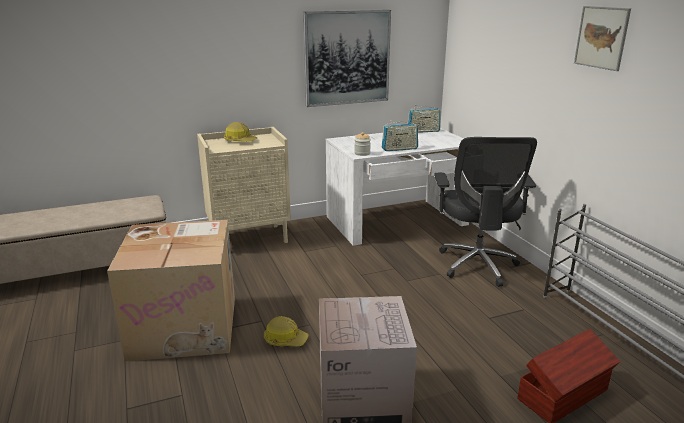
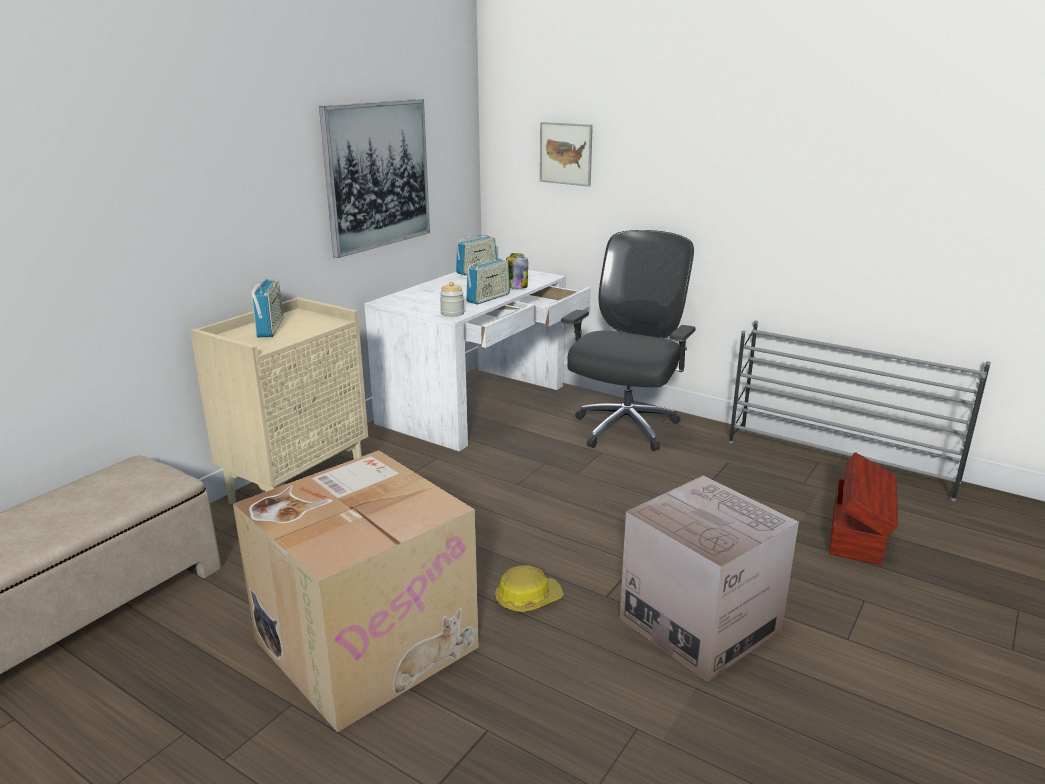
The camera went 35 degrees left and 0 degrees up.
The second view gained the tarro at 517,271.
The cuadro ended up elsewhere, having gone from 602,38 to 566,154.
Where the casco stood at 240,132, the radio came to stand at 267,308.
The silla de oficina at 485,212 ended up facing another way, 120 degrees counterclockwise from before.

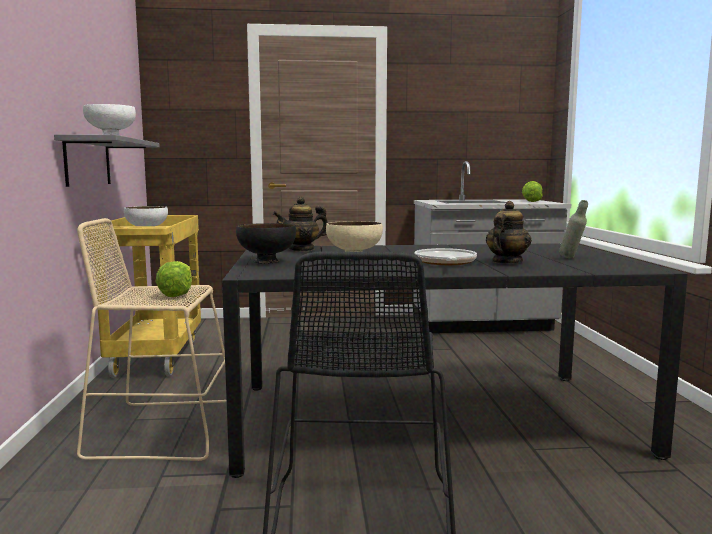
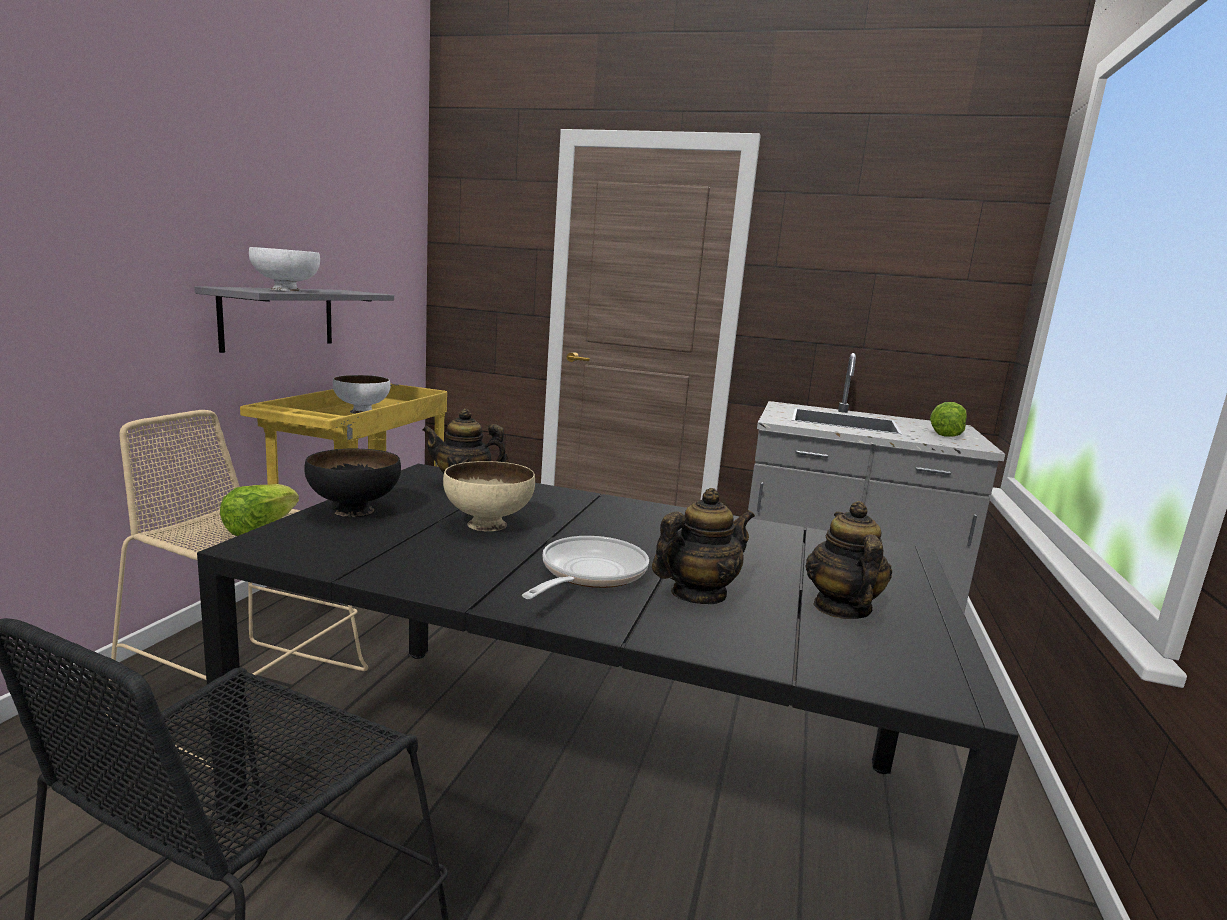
The camera went 20 degrees right and 5 degrees up.
Where the botella [gris] stood at 573,229, the tetera came to stand at 849,560.

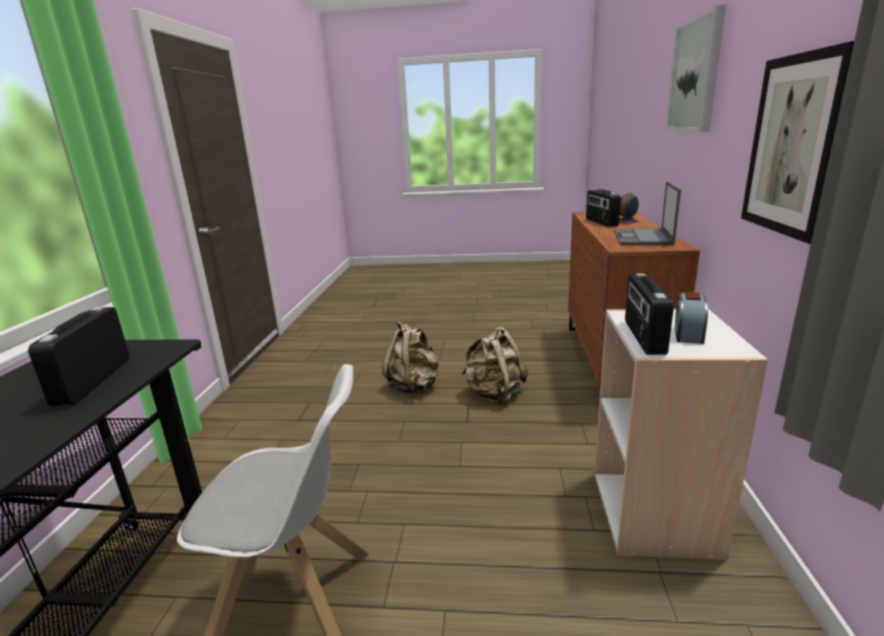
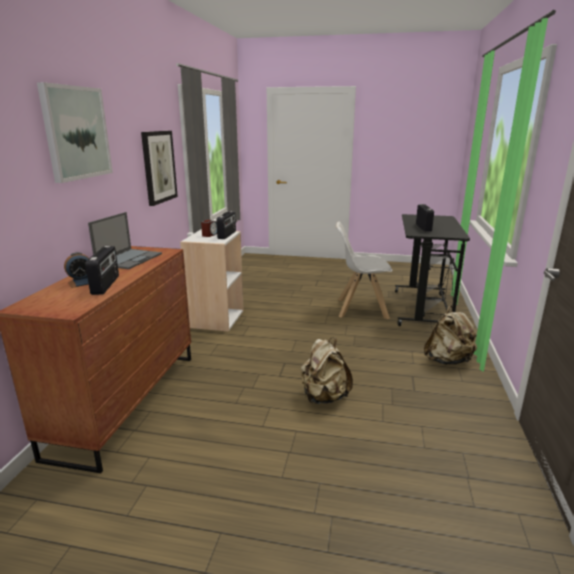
The camera went 175 degrees left and 0 degrees up.
The mochila [beis] ended up elsewhere, having gone from 495,365 to 450,335.

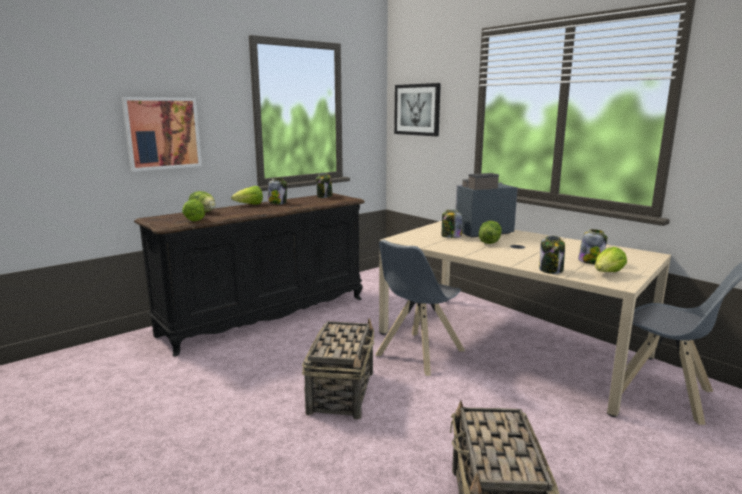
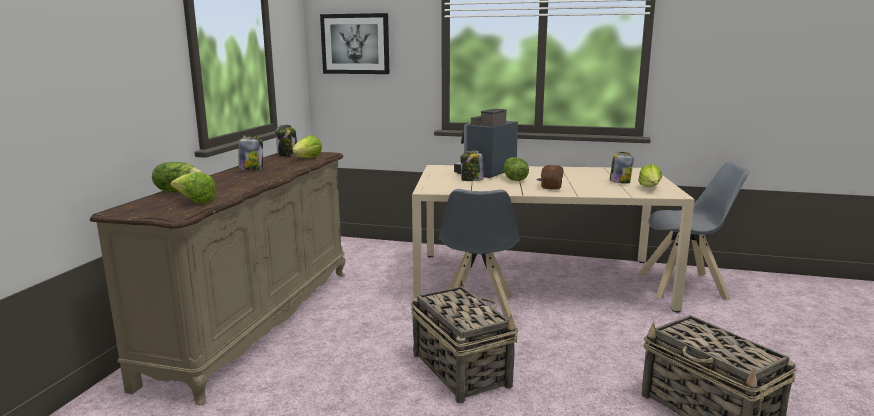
The camera went 35 degrees left and 0 degrees up.
The second view lost the cuadro at 162,134.
The second view lost the tarro at 552,255.
The second view gained the pan at 552,177.
The lechuga ended up elsewhere, having gone from 247,195 to 307,146.
What was the armario [negro] at 249,275 turned into the armario [beis] at 218,279.

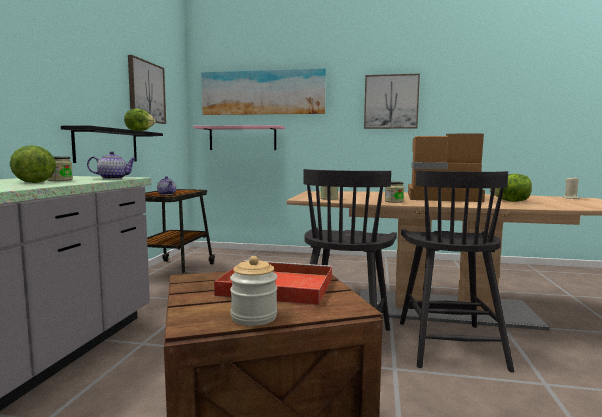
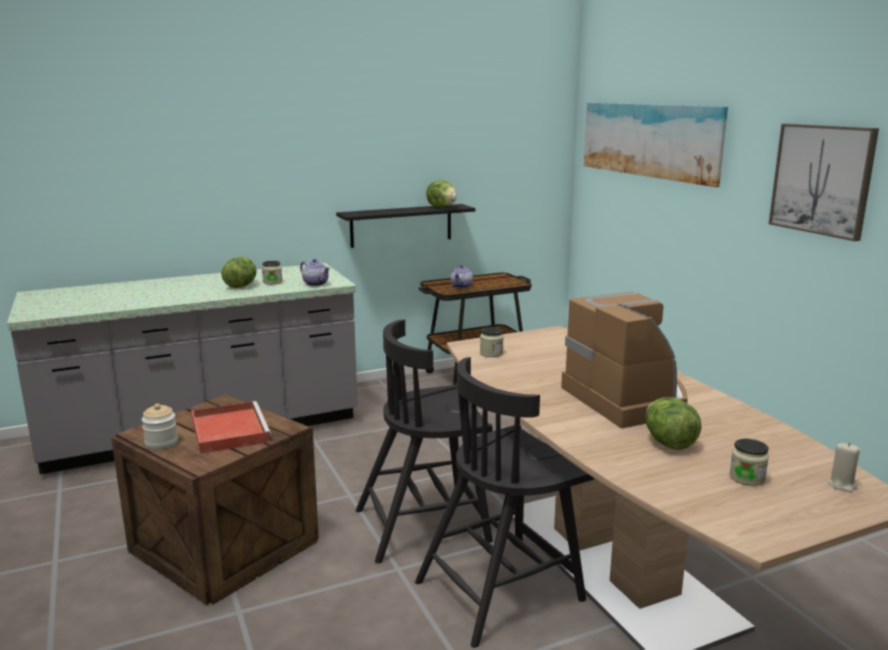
The camera went 55 degrees right and 10 degrees up.
The second view lost the cuadro at 147,89.
The second view lost the estante [rosa] at 239,137.
The tarro ended up elsewhere, having gone from 394,192 to 749,462.

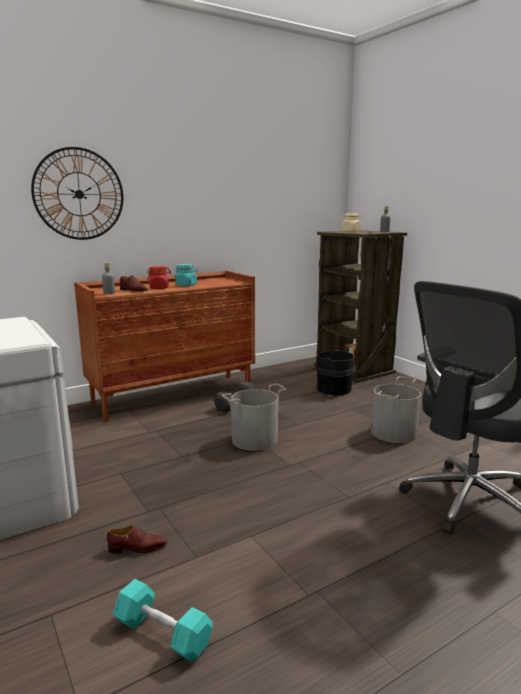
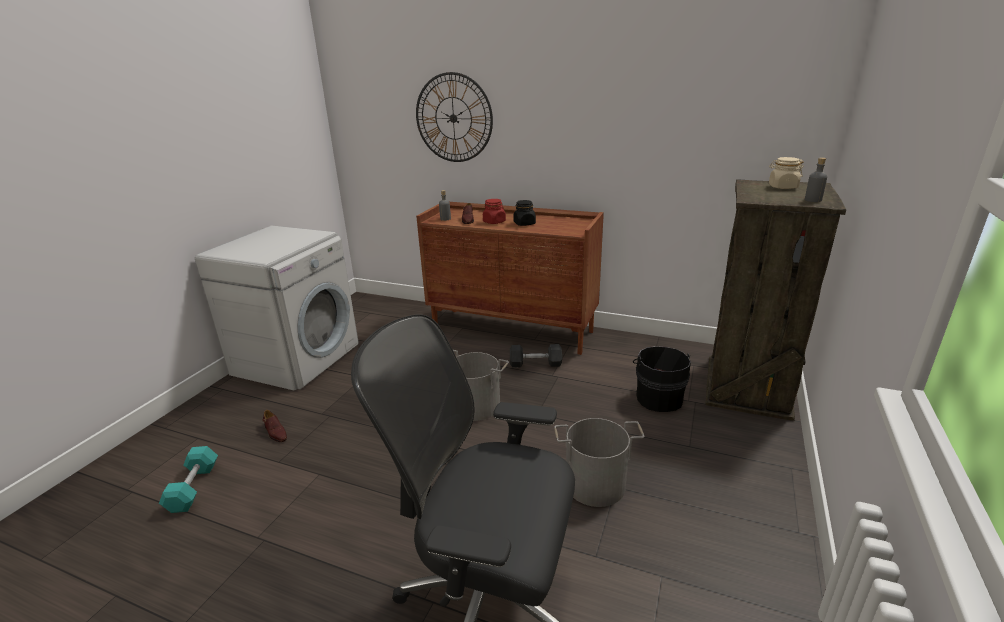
The camera went 55 degrees right and 10 degrees up.
What was the tarro [turquesa] at 186,275 turned into the tarro [negro] at 525,213.

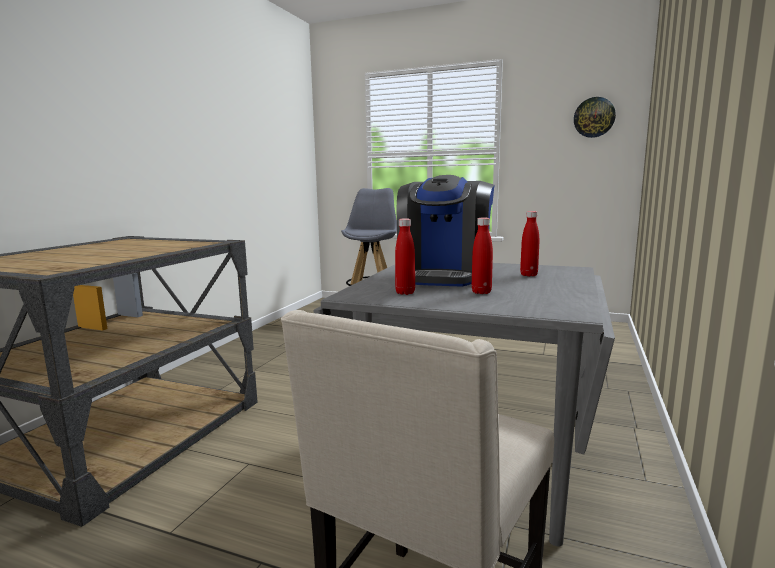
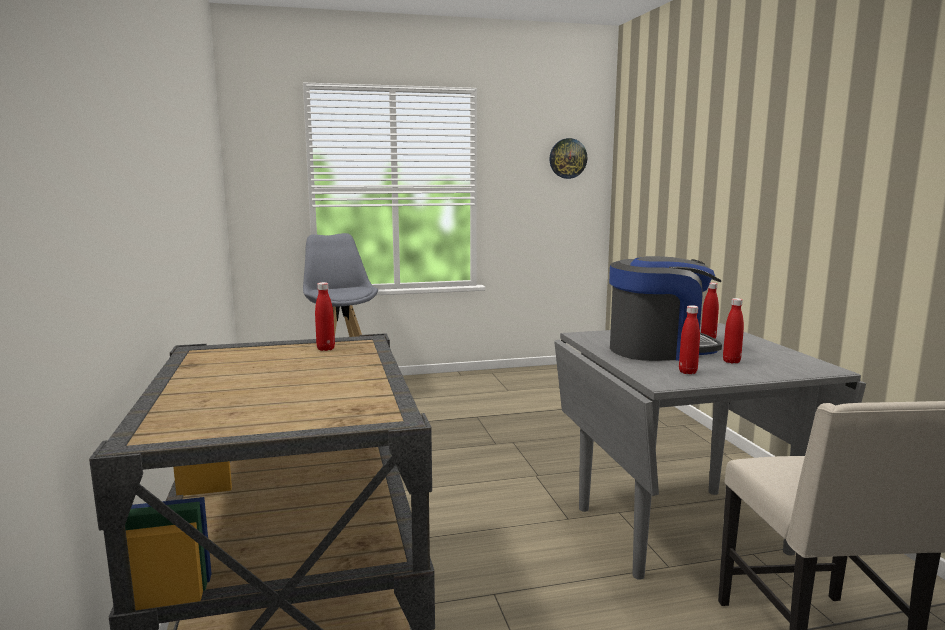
The camera went 35 degrees left and 0 degrees up.
The second view gained the botella [rojo] at 325,316.
The cafetera at 445,230 ended up facing another way, 75 degrees counterclockwise from before.

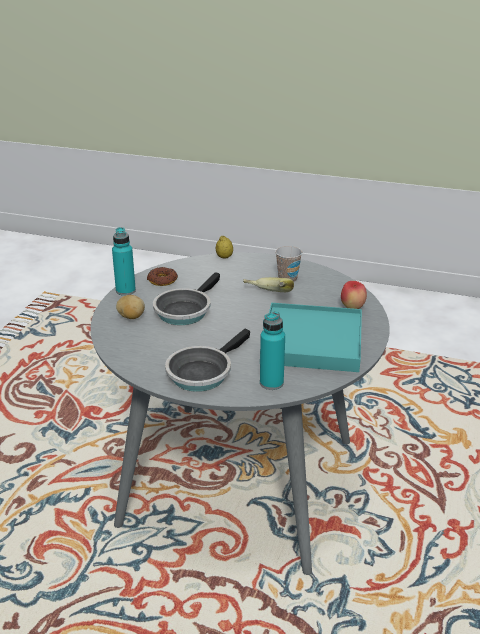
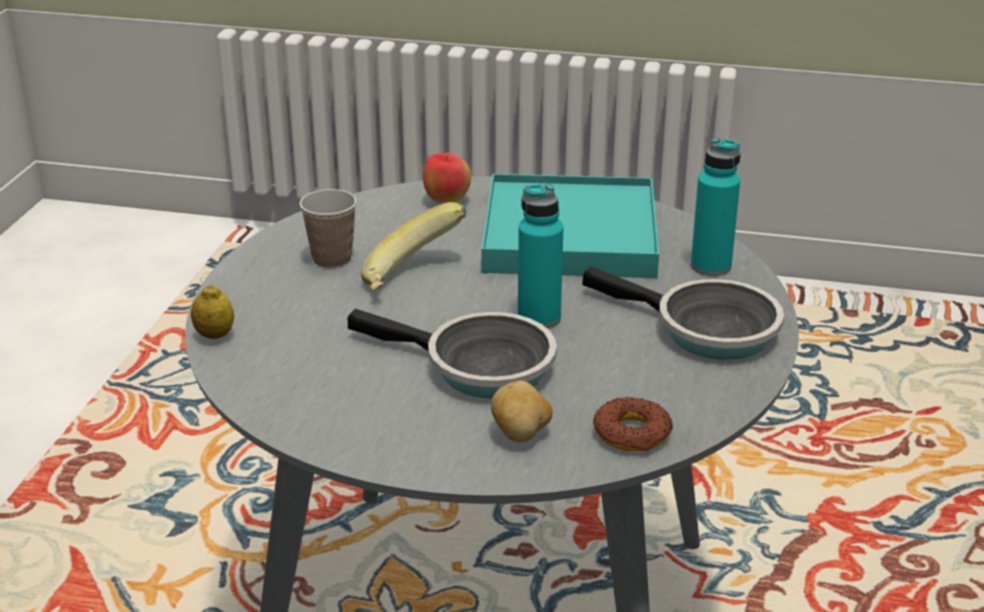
The camera went 95 degrees left and 0 degrees up.
The botella [turquesa] ended up elsewhere, having gone from 124,261 to 541,256.
The rosquilla ended up elsewhere, having gone from 162,276 to 633,424.

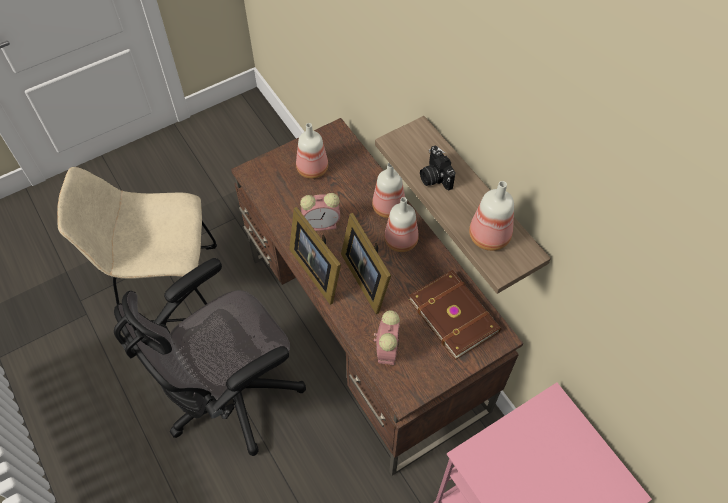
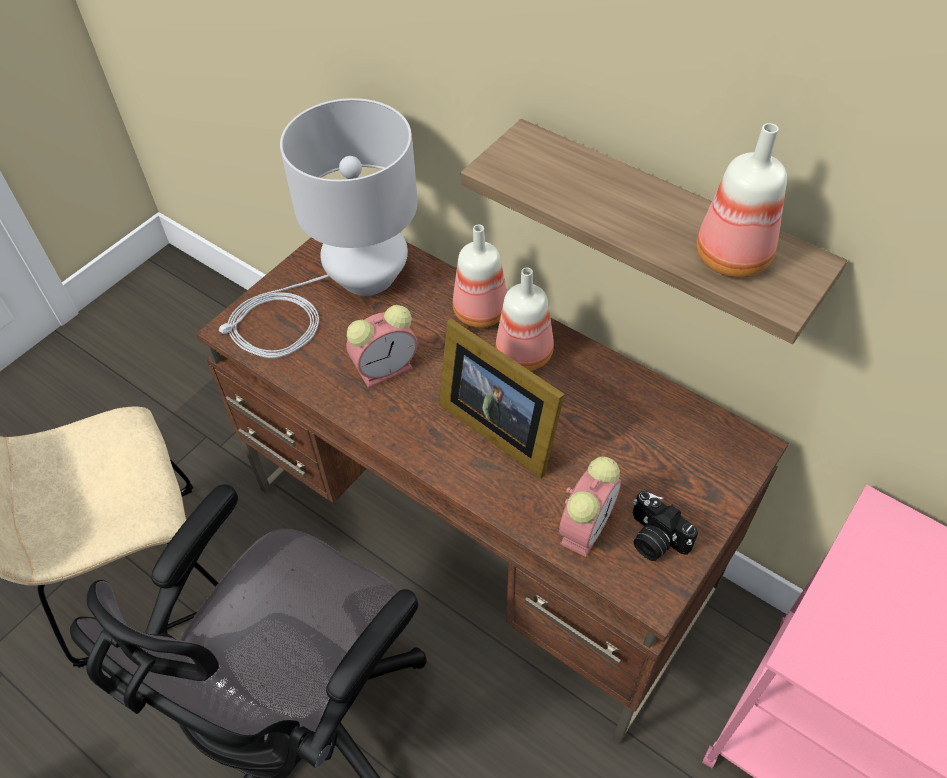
The camera went 20 degrees left and 5 degrees down.
The second view lost the portarretratos at 315,256.
The second view lost the libro [marrón] at 455,315.
The cámara ended up elsewhere, having gone from 437,168 to 665,526.
Where the botella stood at 312,151, the lámpara de mesa [blanco] came to stand at 318,228.
The despertador at 387,337 ended up facing another way, 45 degrees clockwise from before.

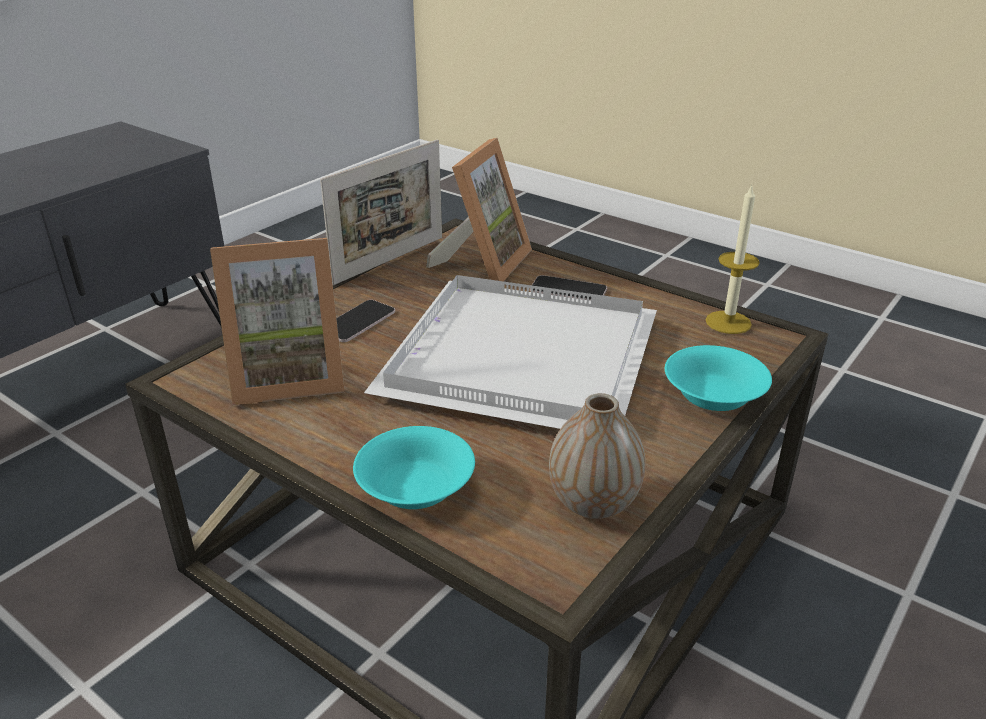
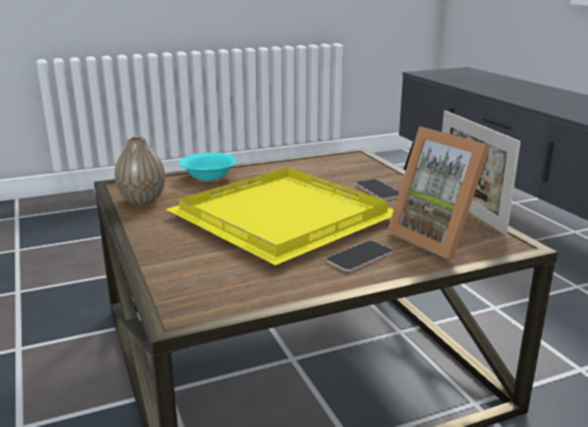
The camera went 120 degrees right and 10 degrees down.
The second view lost the portarretratos at 277,321.
The second view lost the cuenco [turquesa] at 718,378.
The second view lost the vela at 733,259.
What was the bandeja [blanco] at 510,352 turned into the bandeja [amarillo] at 280,216.

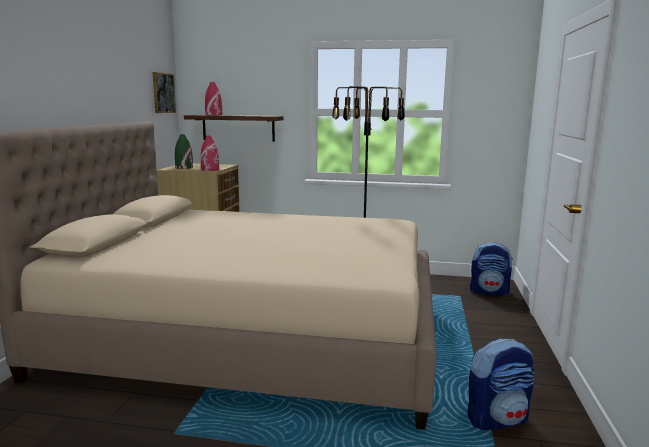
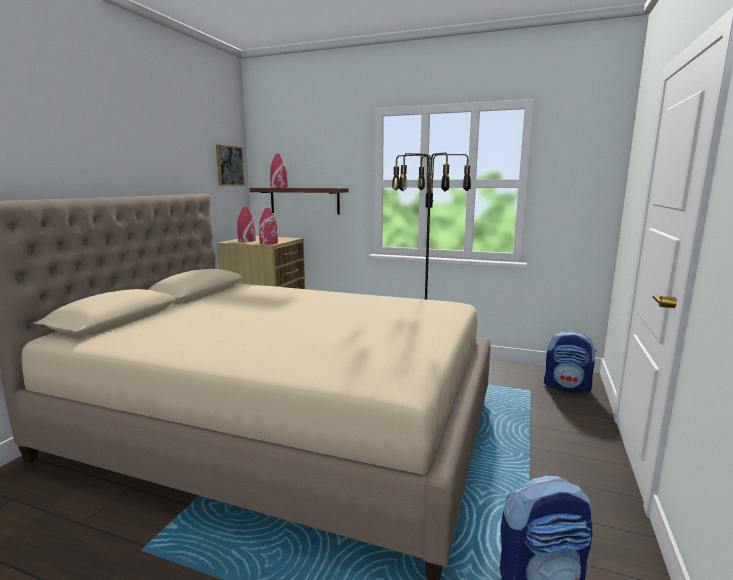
The camera went 10 degrees right and 0 degrees up.
What was the florero [verde] at 184,151 turned into the florero [rojo] at 246,224.

